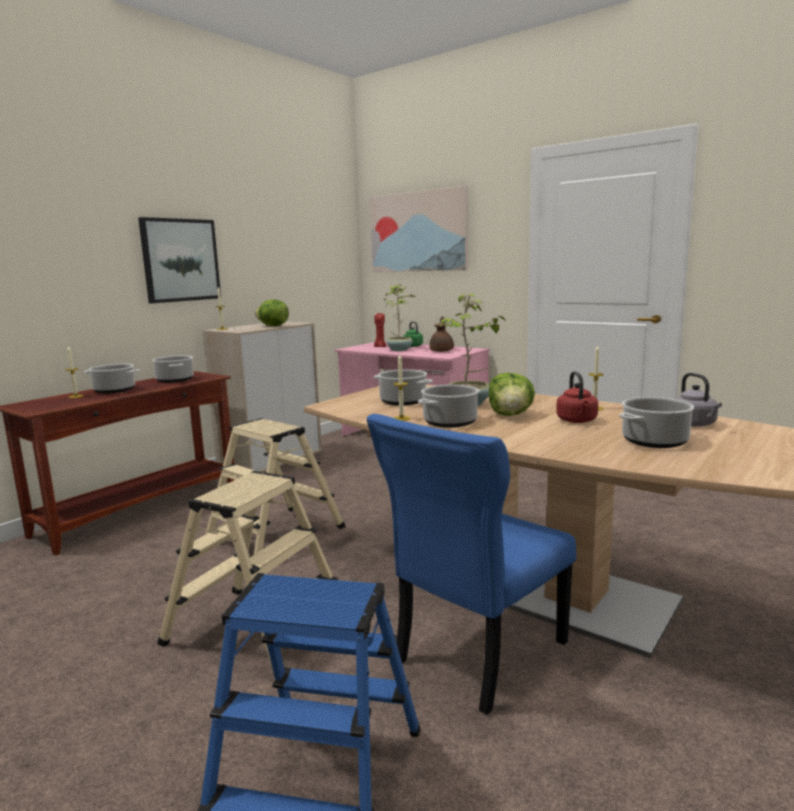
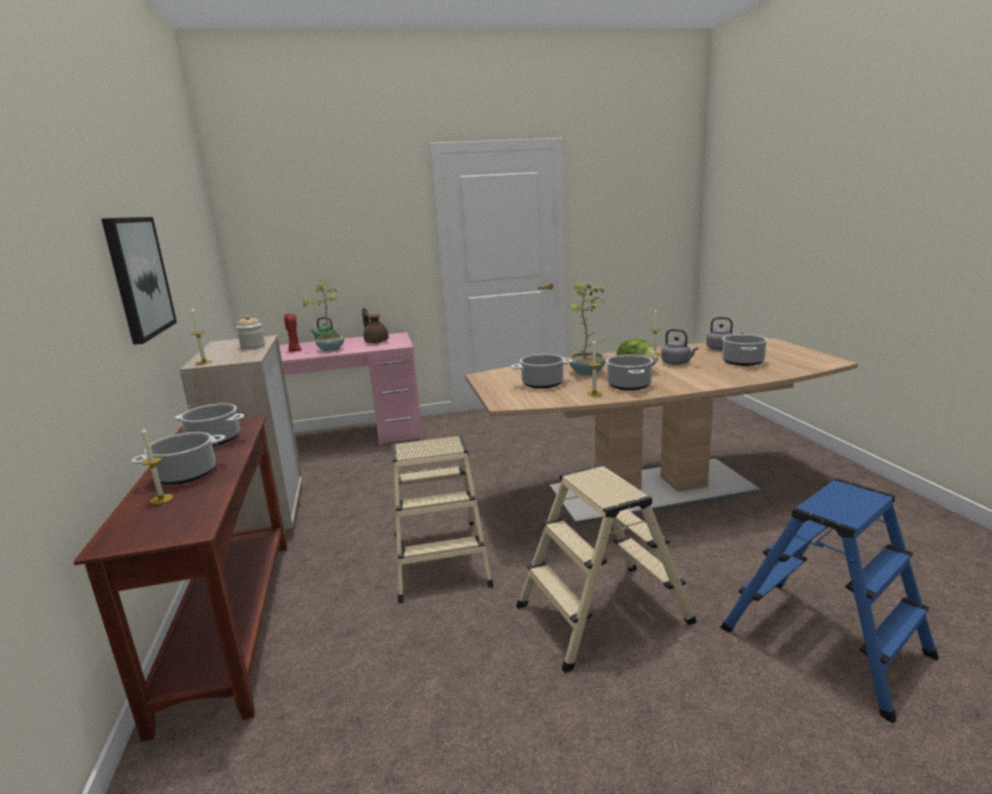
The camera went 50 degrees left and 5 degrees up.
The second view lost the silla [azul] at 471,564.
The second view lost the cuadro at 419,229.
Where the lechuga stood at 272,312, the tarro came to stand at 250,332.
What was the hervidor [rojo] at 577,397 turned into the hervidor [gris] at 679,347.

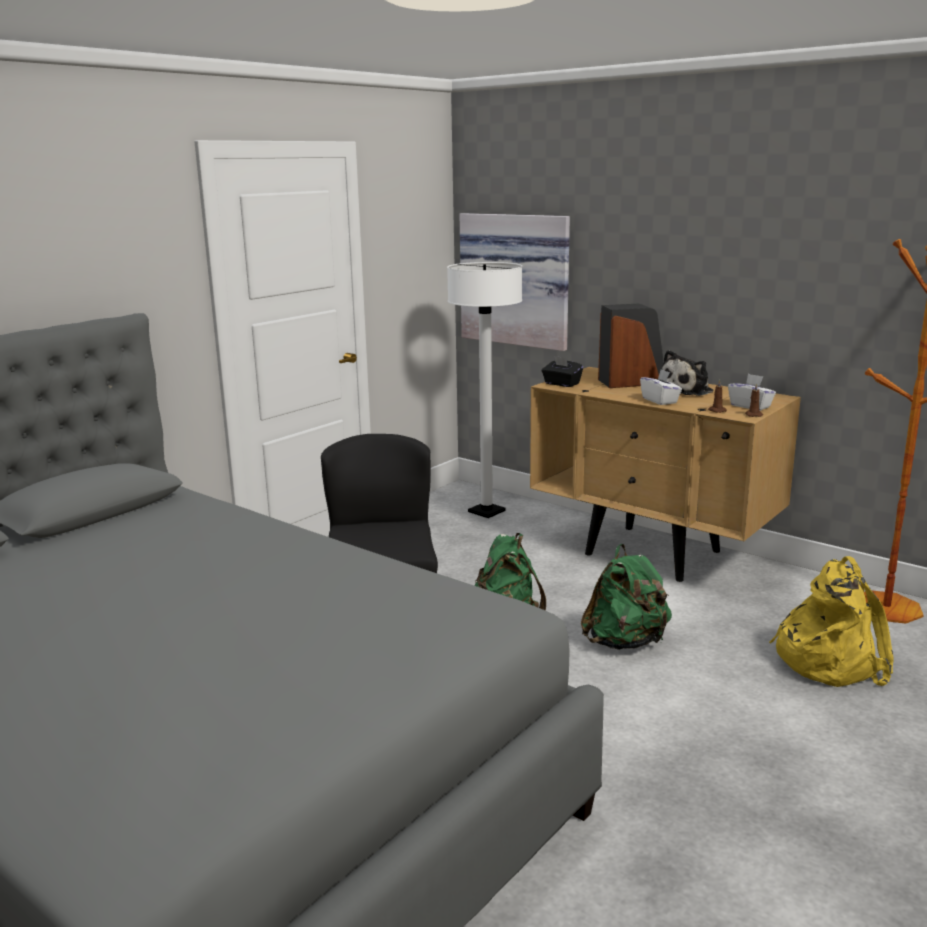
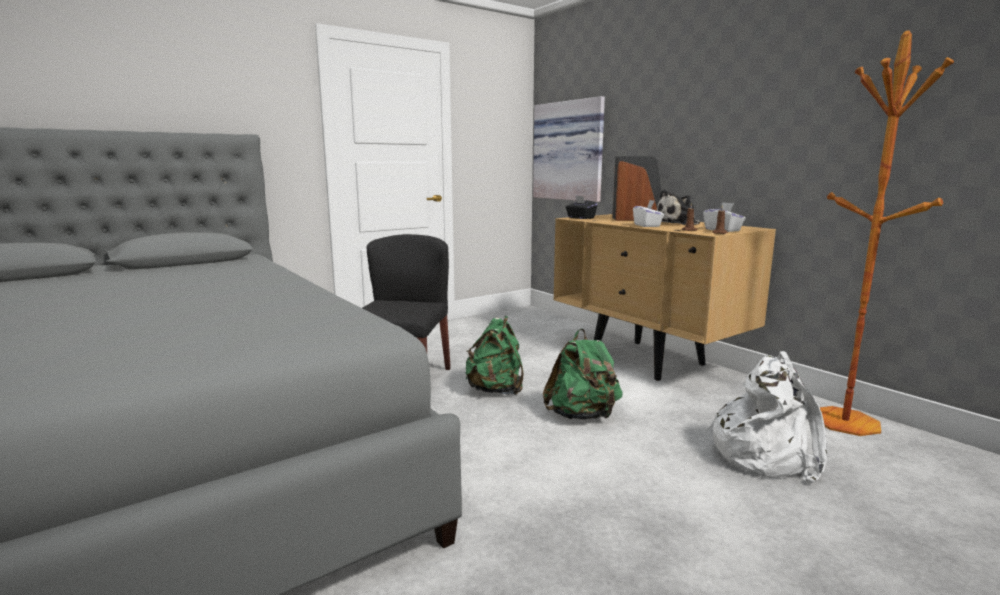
The camera went 15 degrees right and 5 degrees down.
The second view lost the lámpara de pie [blanco] at 484,390.
What was the mochila [amarillo] at 831,621 turned into the mochila [blanco] at 766,417.

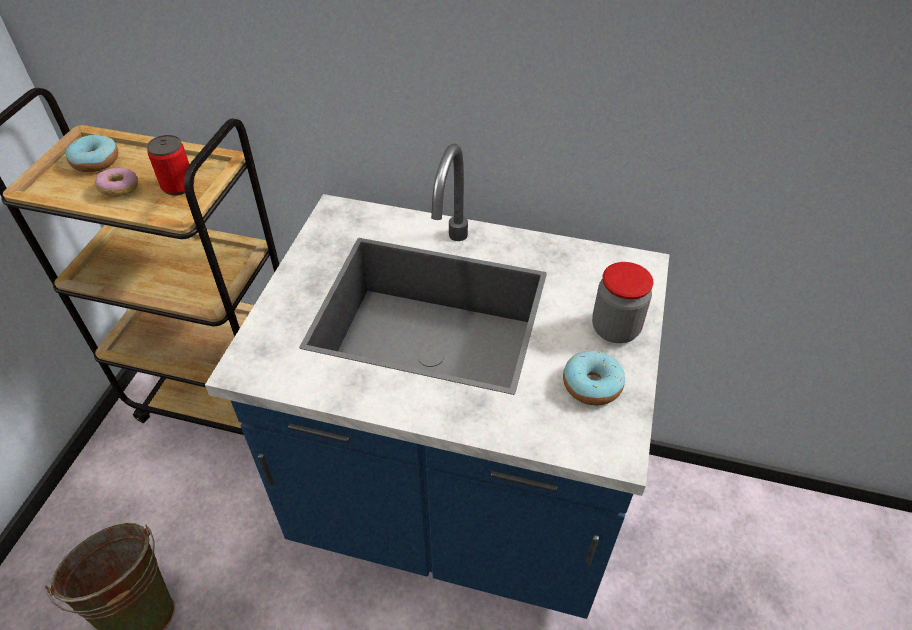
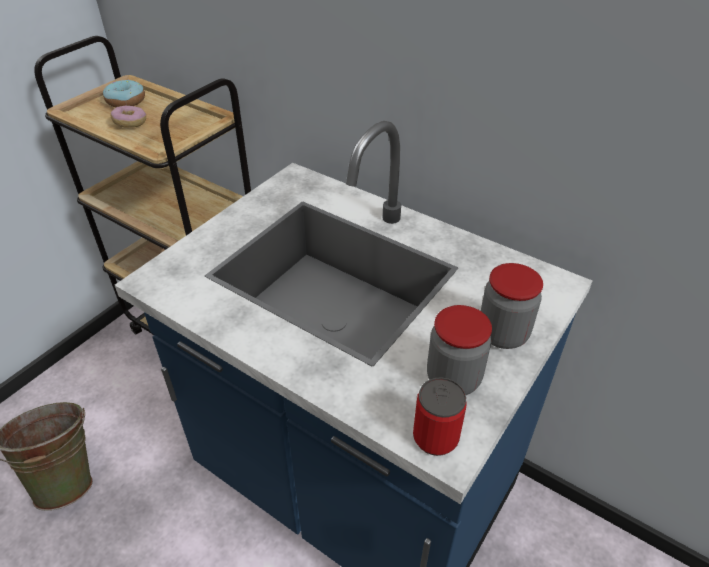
The camera went 20 degrees right and 5 degrees down.
The lata ended up elsewhere, having gone from 170,165 to 440,416.
Where the rosquilla stood at 594,378, the tarro came to stand at 459,350.

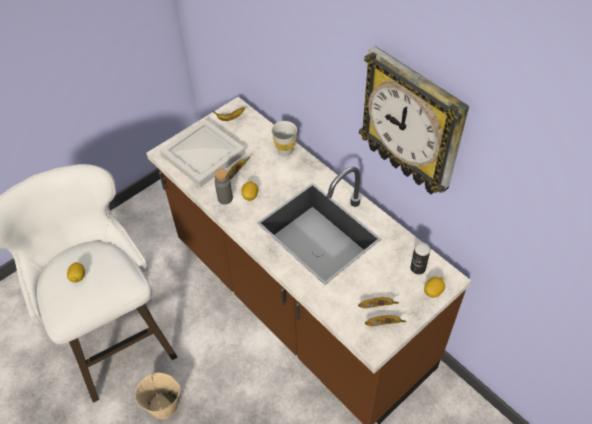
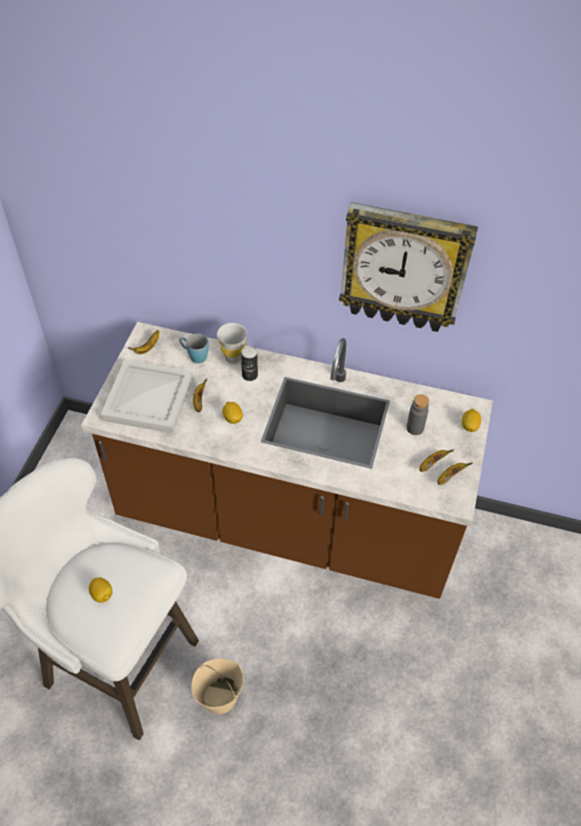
The camera went 35 degrees left and 0 degrees up.
The second view gained the taza grande [azul] at 194,348.
The botella [gris] ended up elsewhere, having gone from 224,187 to 417,414.
The lata ended up elsewhere, having gone from 420,259 to 249,363.

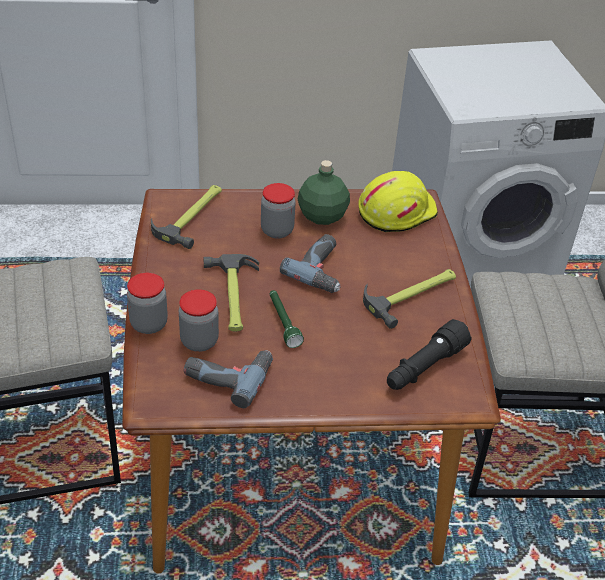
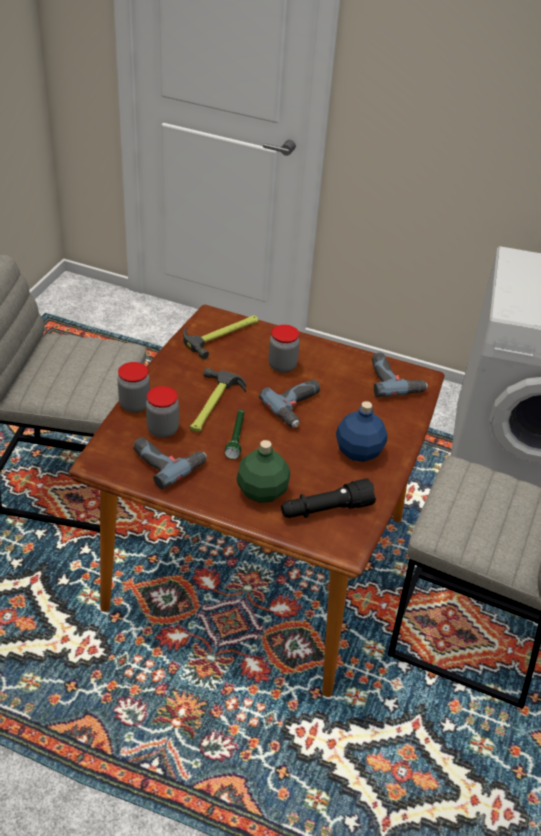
The camera went 25 degrees right and 0 degrees up.
The botella [verde] ended up elsewhere, having gone from 324,192 to 263,471.
Where the casco [amarillo] stood at 398,201, the taladro came to stand at 400,375.
Where the martillo stood at 409,299, the botella [azul] came to stand at 361,431.

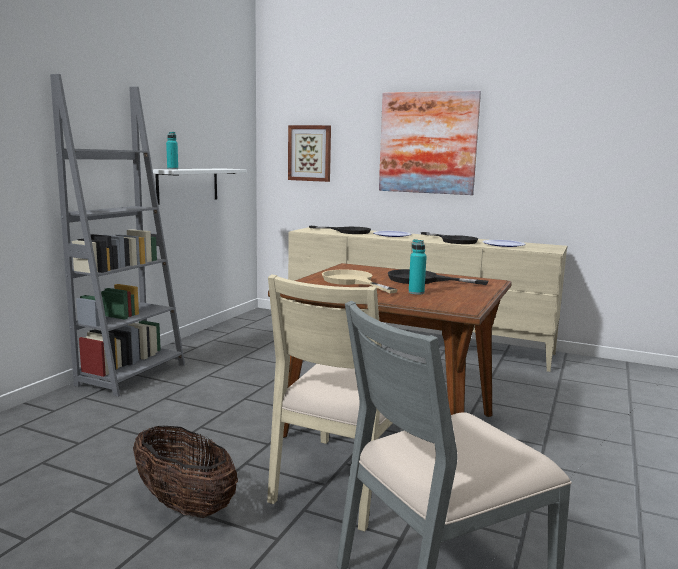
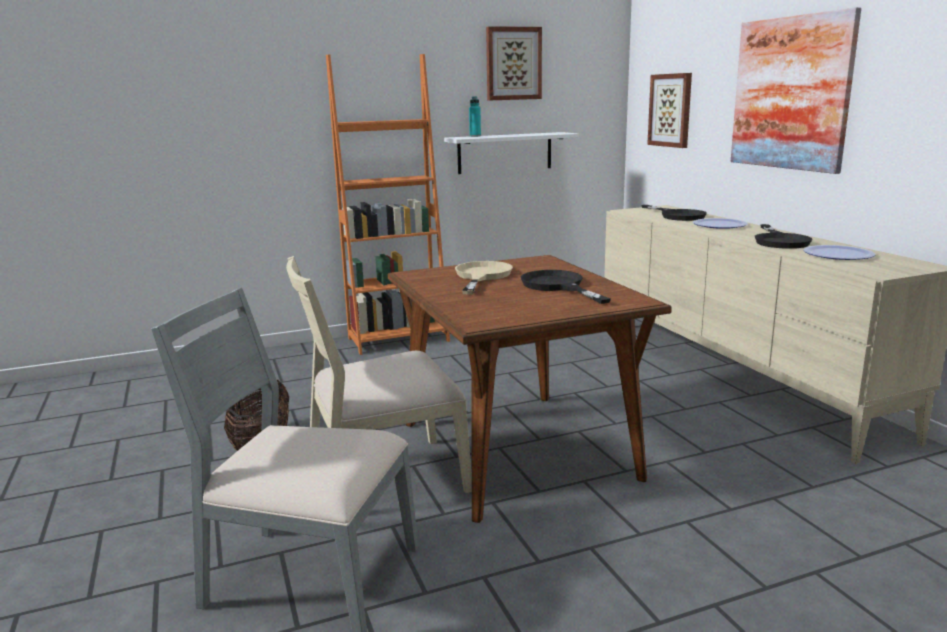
The camera went 45 degrees right and 5 degrees up.
The second view lost the botella [turquesa] at 418,267.
The second view gained the cuadro at 514,63.
What was the estantería [gris] at 117,235 turned into the estantería [naranja] at 388,204.

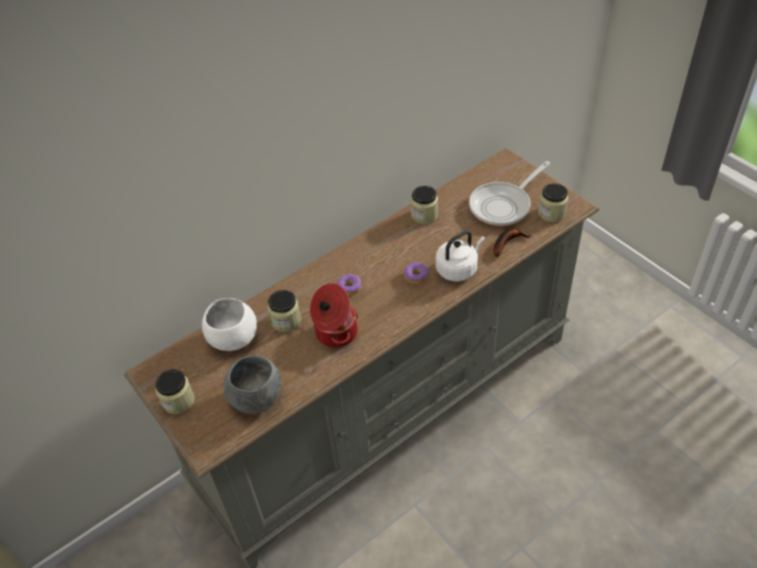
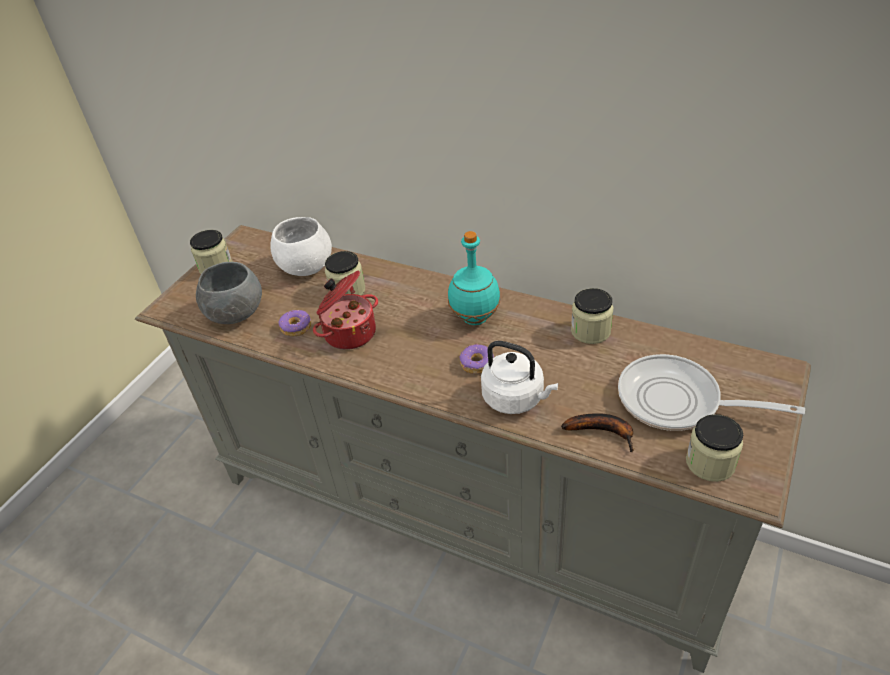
The camera went 65 degrees right and 5 degrees down.
The second view gained the botella [turquesa] at 474,278.
The rosquilla ended up elsewhere, having gone from 349,285 to 294,323.

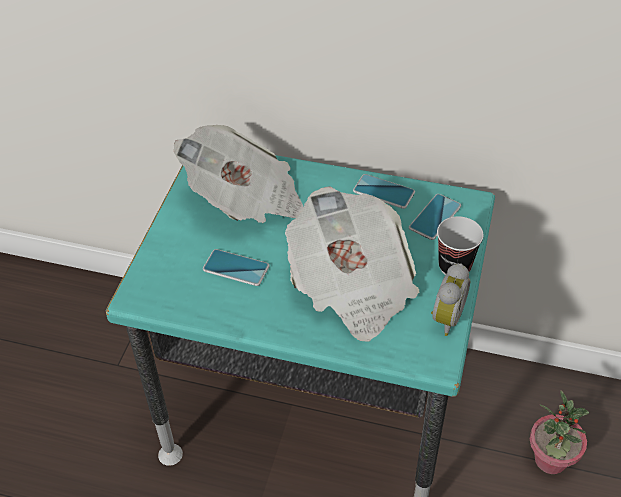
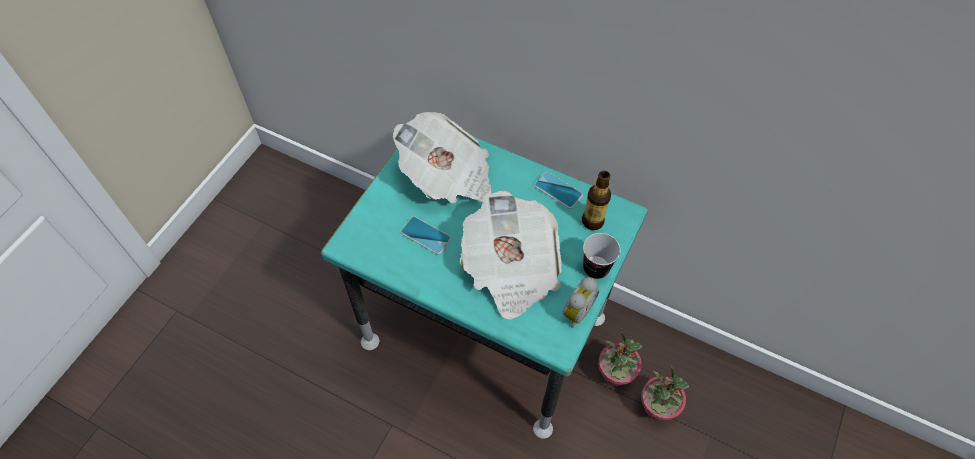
The camera went 10 degrees right and 10 degrees up.
The second view gained the planta en maceta at 620,358.
Where the móvil stood at 435,217, the botella came to stand at 596,200.

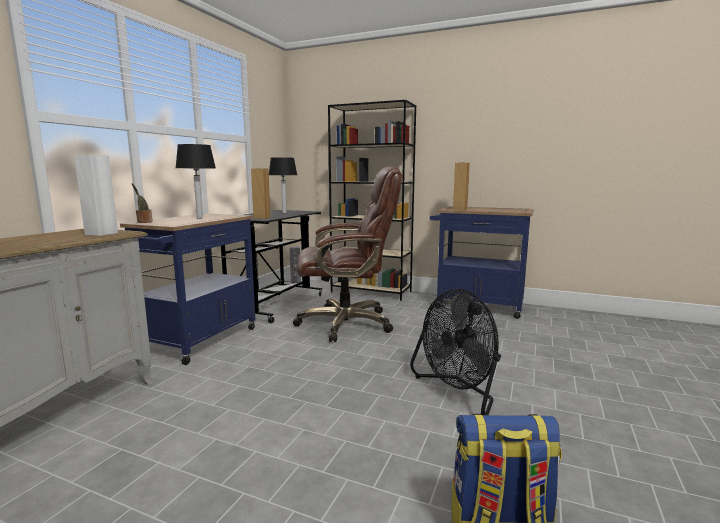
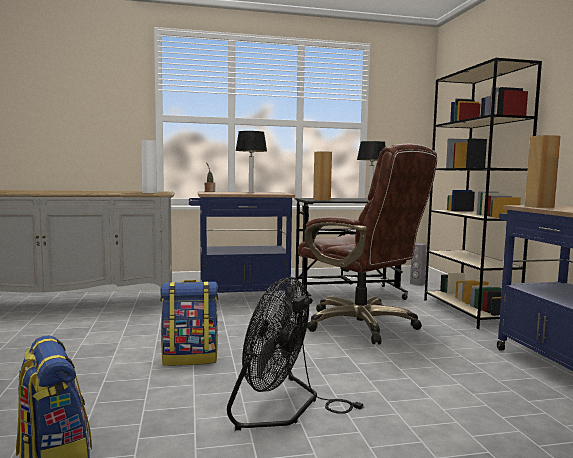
The camera went 55 degrees right and 5 degrees down.
The second view gained the mochila at 189,323.

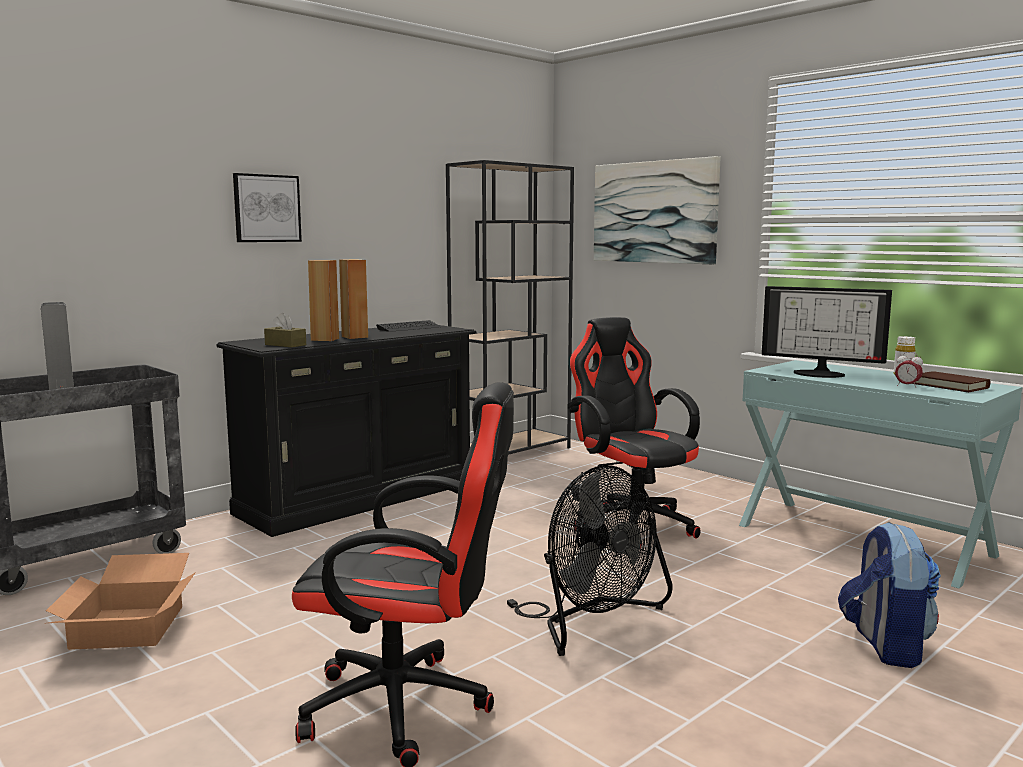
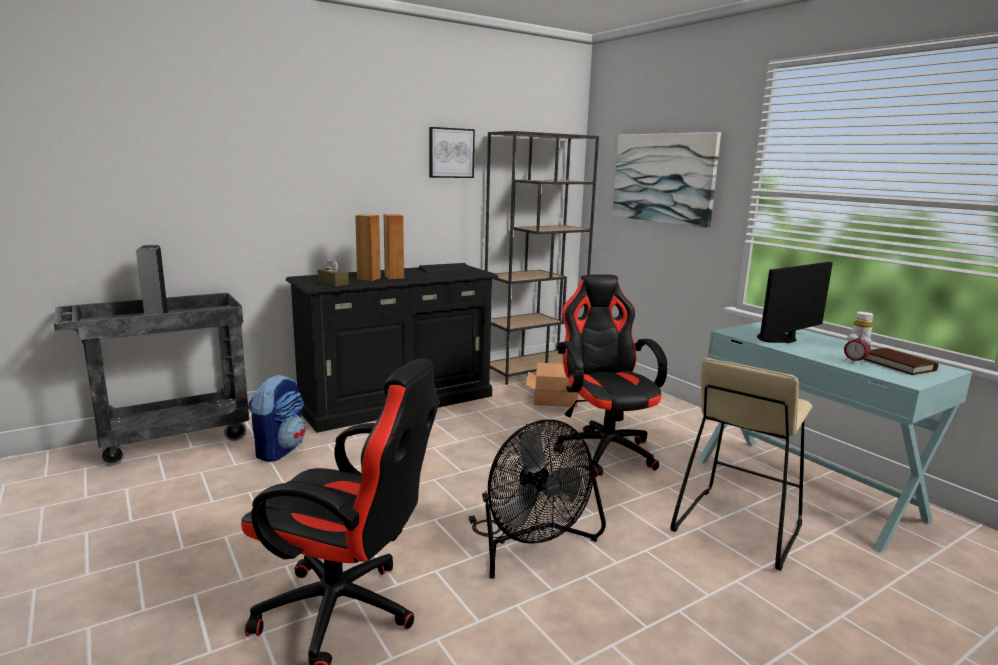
The camera went 10 degrees right and 5 degrees up.
The second view gained the taburete [beis] at 741,464.
The caja de cartón ended up elsewhere, having gone from 121,601 to 552,385.
The cuadro ended up elsewhere, having gone from 267,207 to 452,152.
The mochila ended up elsewhere, having gone from 889,595 to 276,418.
The monitor at 827,332 ended up facing another way, 105 degrees clockwise from before.

